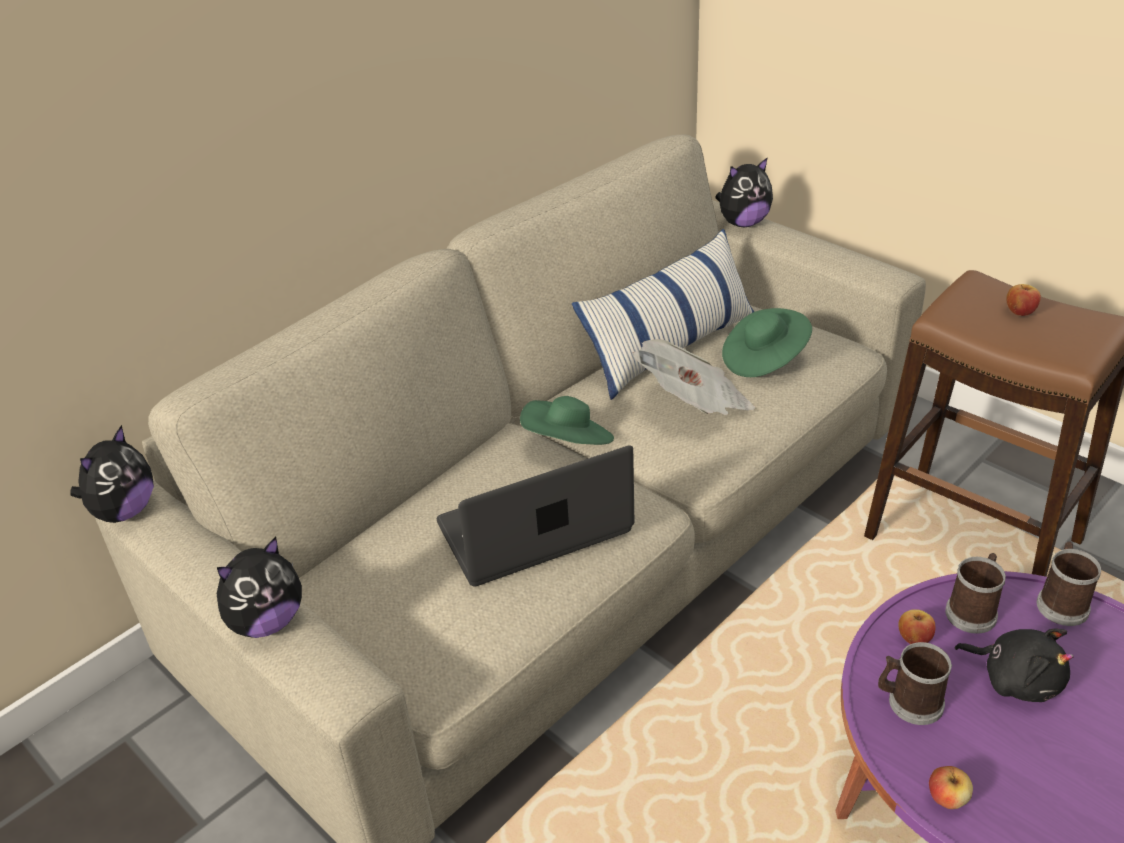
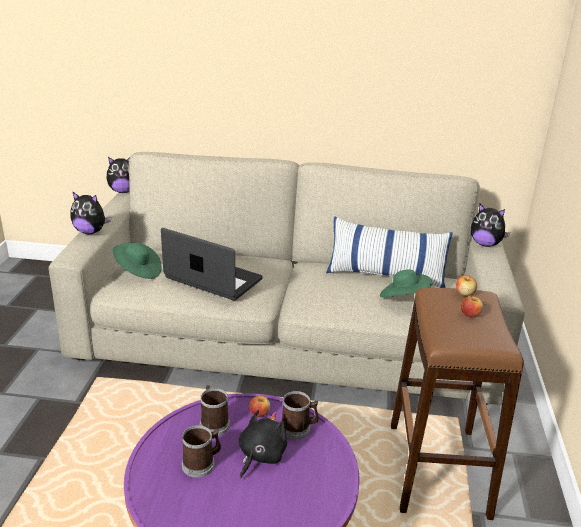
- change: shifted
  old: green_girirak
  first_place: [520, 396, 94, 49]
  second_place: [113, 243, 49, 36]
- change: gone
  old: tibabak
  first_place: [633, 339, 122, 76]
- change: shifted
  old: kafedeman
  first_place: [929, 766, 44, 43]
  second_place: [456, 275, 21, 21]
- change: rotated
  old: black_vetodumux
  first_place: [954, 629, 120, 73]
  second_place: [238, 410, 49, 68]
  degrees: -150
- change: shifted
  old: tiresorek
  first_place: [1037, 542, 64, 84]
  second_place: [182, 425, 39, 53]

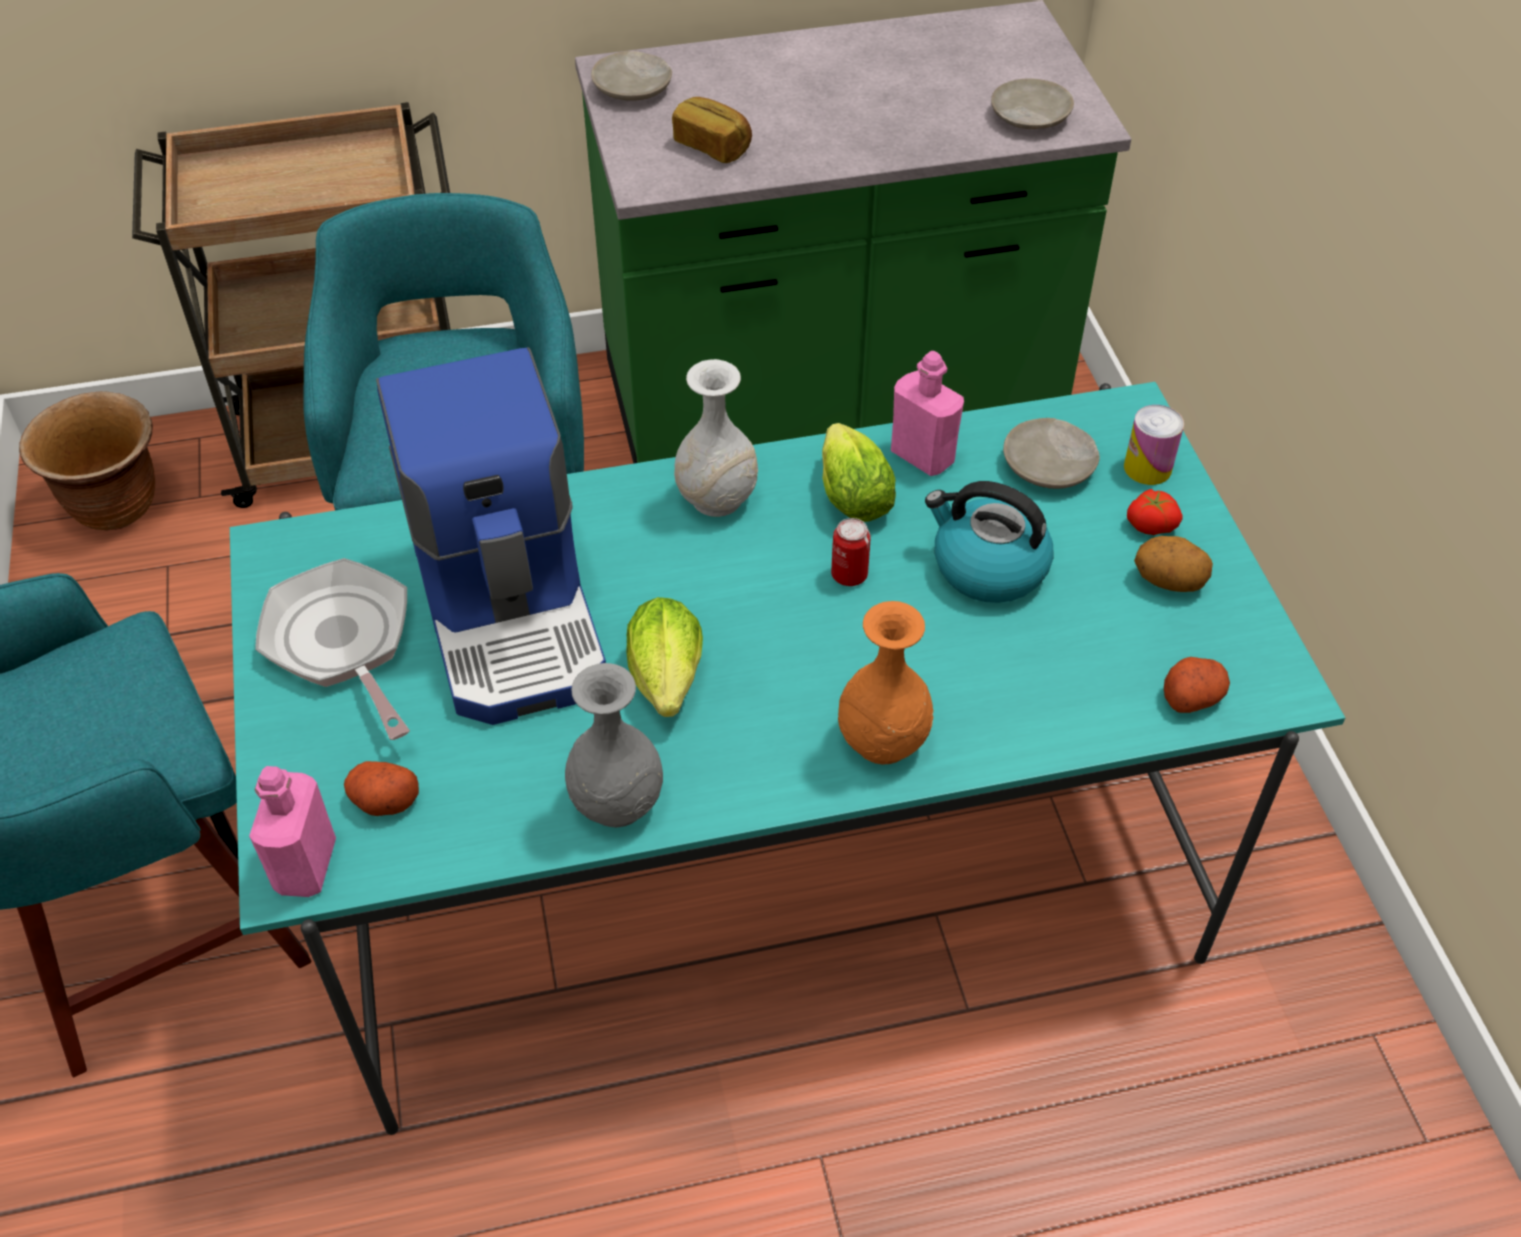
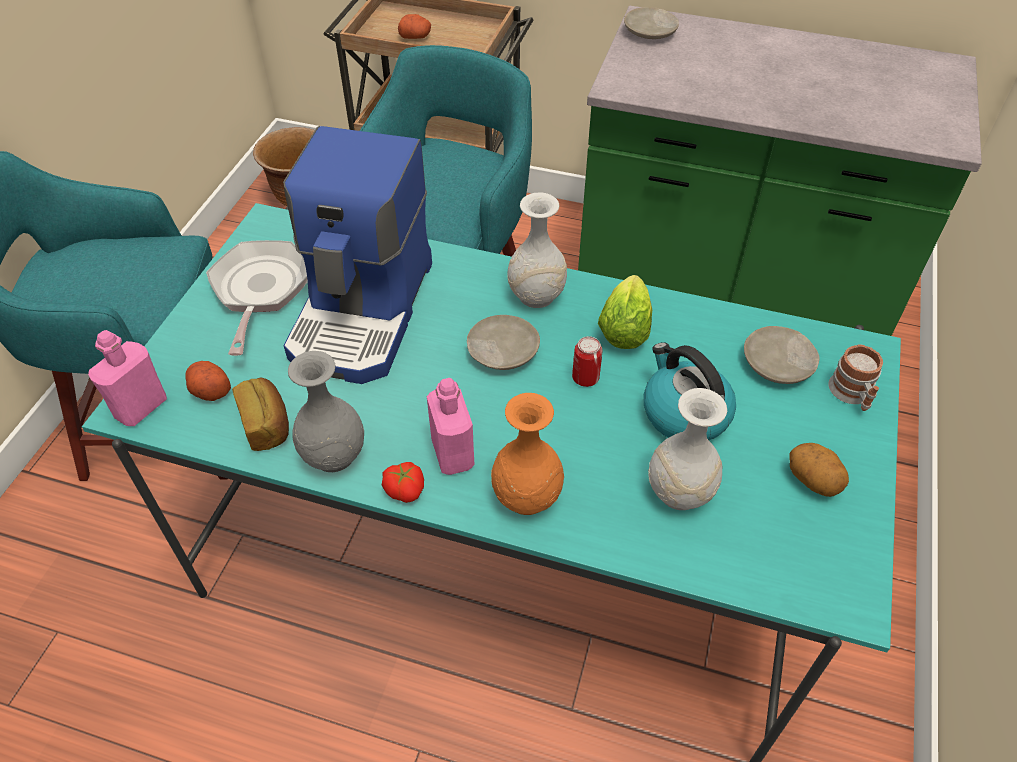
- change: gone
  old: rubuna
  first_place: [626, 597, 77, 120]
- change: shifted
  old: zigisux
  first_place: [672, 97, 80, 66]
  second_place: [232, 378, 57, 73]
- change: shifted
  old: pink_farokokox
  first_place: [891, 351, 73, 125]
  second_place: [427, 378, 48, 97]
- change: shifted
  old: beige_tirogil
  first_place: [991, 78, 83, 51]
  second_place: [467, 315, 73, 55]
- change: swapped
  old: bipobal
  new: tiresorek
  first_place: [1124, 405, 60, 80]
  second_place: [829, 345, 54, 66]
- change: shifted
  old: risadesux
  first_place: [1127, 489, 56, 46]
  second_place: [382, 462, 42, 41]
- change: shifted
  old: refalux
  first_place: [1164, 657, 66, 56]
  second_place: [398, 14, 33, 25]
- change: new
  new: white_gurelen
  second_place: [648, 388, 79, 122]

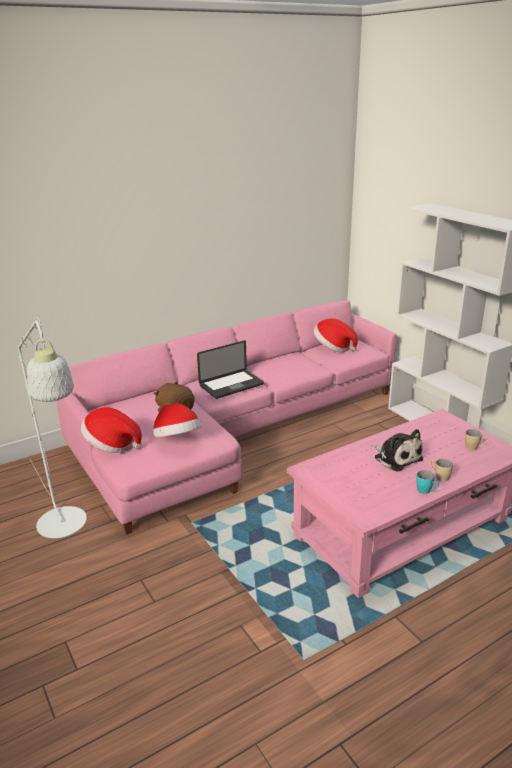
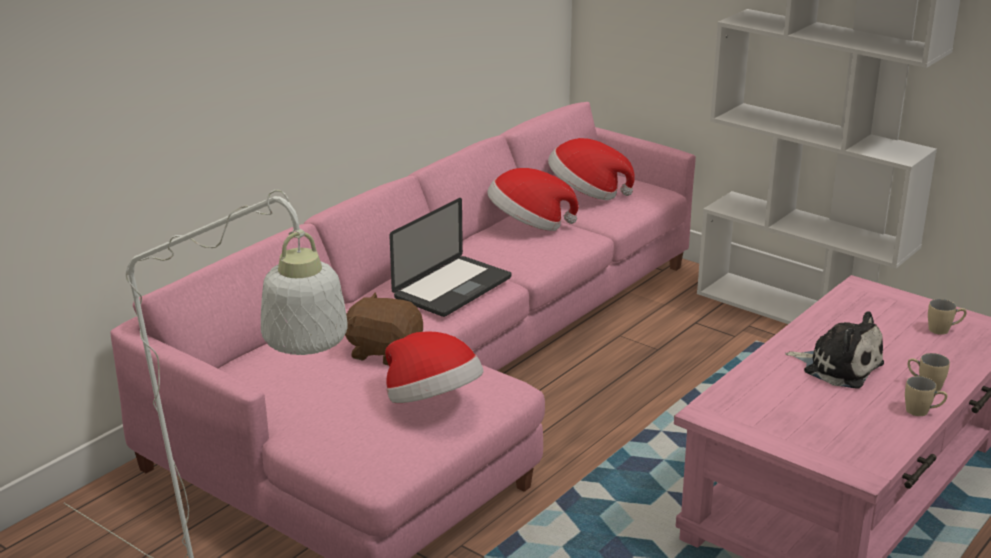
- change: shifted
  old: girirak
  first_place: [81, 407, 61, 46]
  second_place: [487, 168, 92, 63]
- change: repainted
  old: turquoise_tiresorek
  new: beige_tiresorek
  first_place: [416, 470, 23, 24]
  second_place: [905, 376, 43, 40]

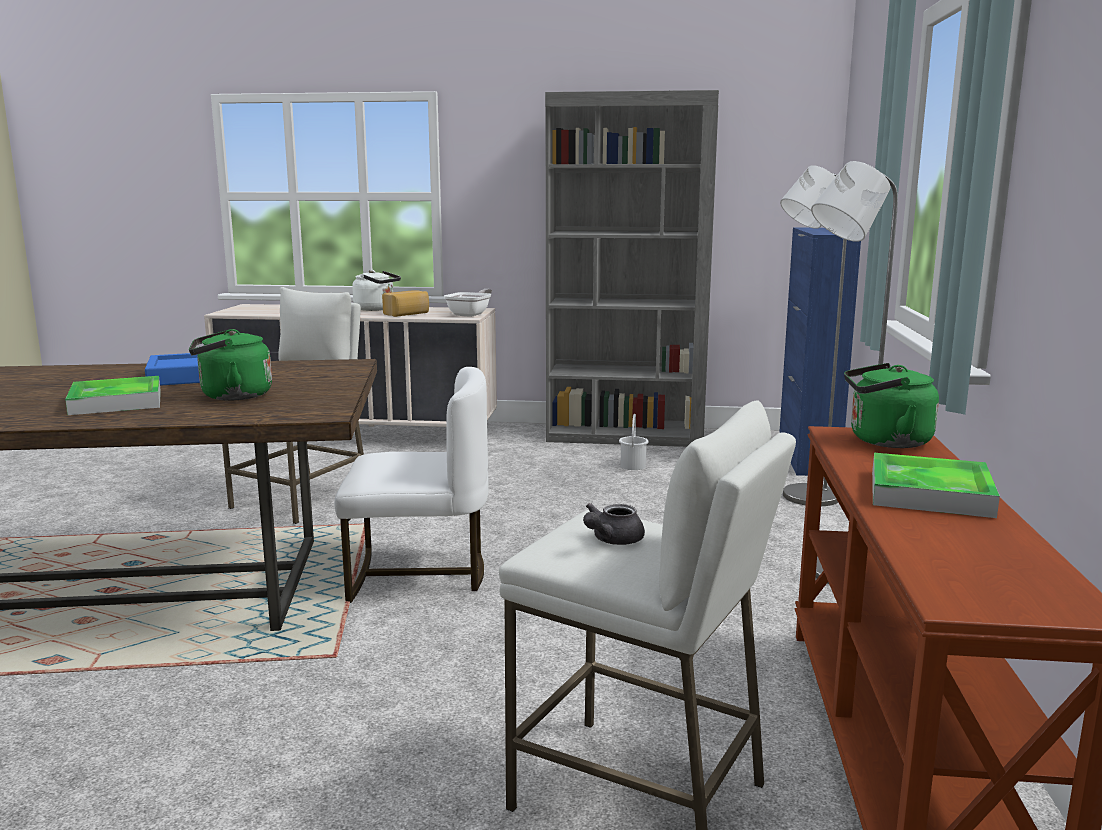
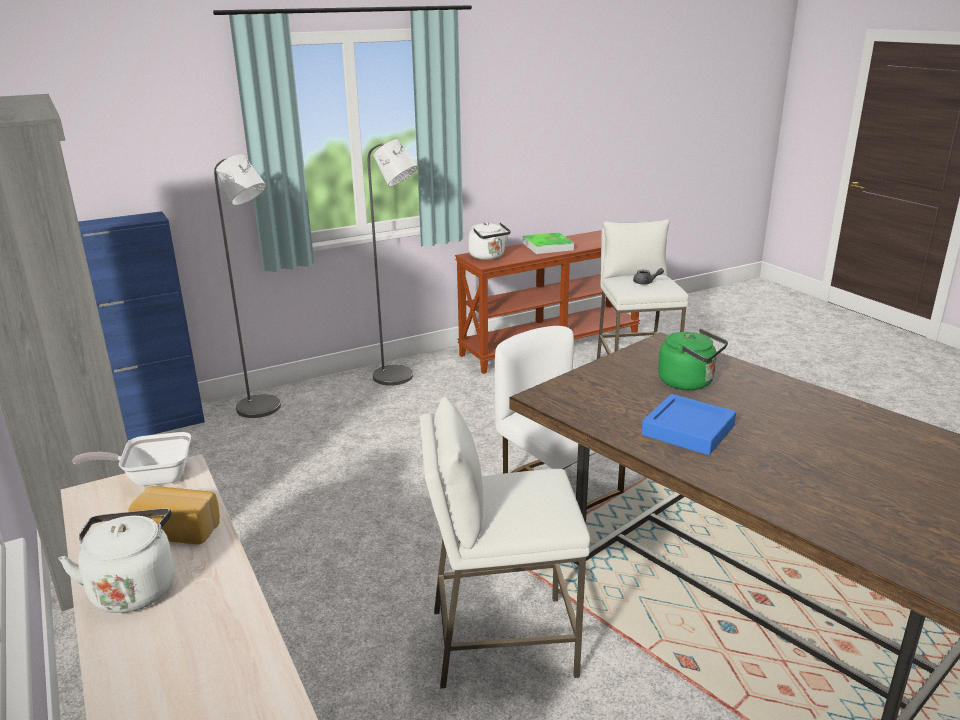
- change: gone
  old: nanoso
  first_place: [65, 376, 96, 39]
- change: gone
  old: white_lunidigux
  first_place: [619, 414, 30, 56]
- change: repainted
  old: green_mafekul
  new: white_mafekul
  first_place: [844, 363, 95, 85]
  second_place: [469, 222, 42, 38]

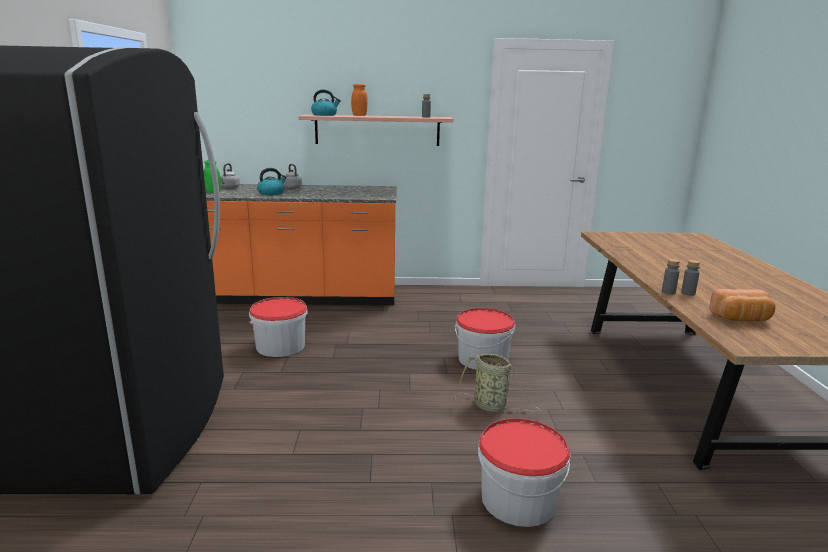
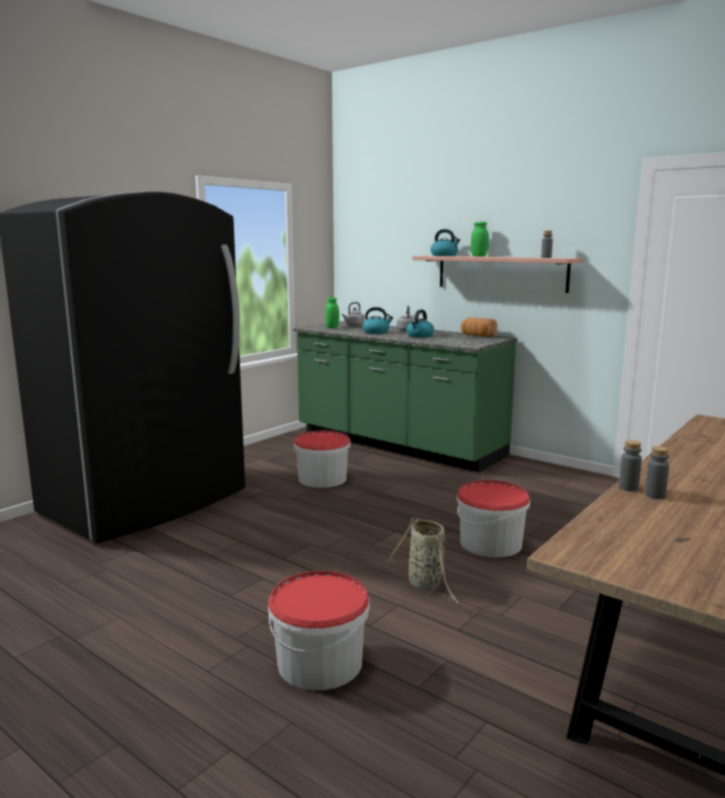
- change: repainted
  old: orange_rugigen
  new: green_rugigen
  first_place: [205, 184, 192, 121]
  second_place: [293, 321, 224, 151]
- change: repainted
  old: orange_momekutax
  new: green_momekutax
  first_place: [351, 84, 17, 32]
  second_place: [471, 222, 18, 34]
- change: shifted
  old: zigisux
  first_place: [709, 289, 67, 33]
  second_place: [461, 317, 36, 20]
- change: new
  new: mafekul
  second_place: [406, 309, 28, 29]

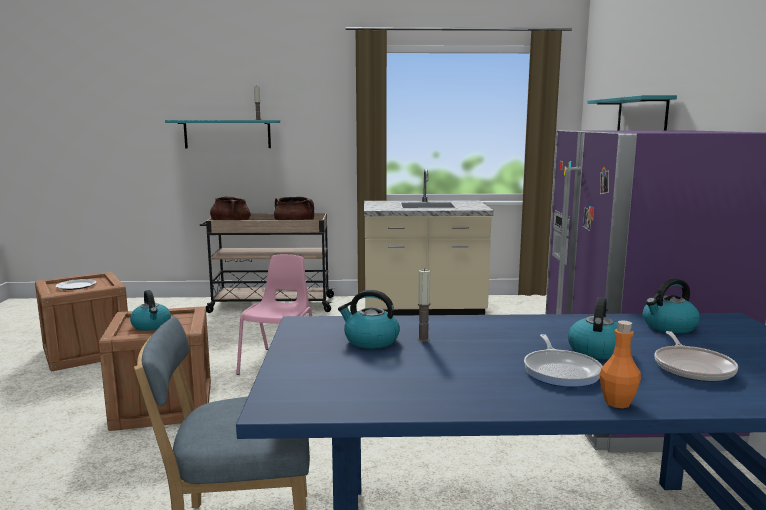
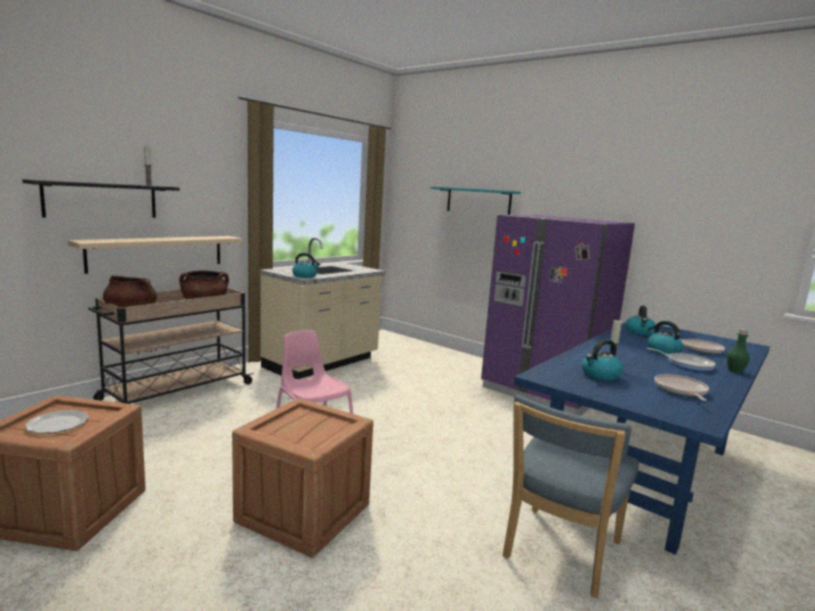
- change: shifted
  old: mafekul
  first_place: [130, 290, 41, 41]
  second_place: [292, 253, 28, 25]
- change: repainted
  old: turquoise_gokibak
  new: black_gokibak
  first_place: [165, 120, 115, 28]
  second_place: [22, 179, 158, 39]
- change: repainted
  old: orange_farokokox
  new: green_farokokox
  first_place: [600, 320, 41, 88]
  second_place: [727, 329, 23, 44]
- change: new
  new: beige_gokibak
  second_place: [68, 236, 175, 38]
- change: new
  new: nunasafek
  second_place: [654, 374, 55, 27]

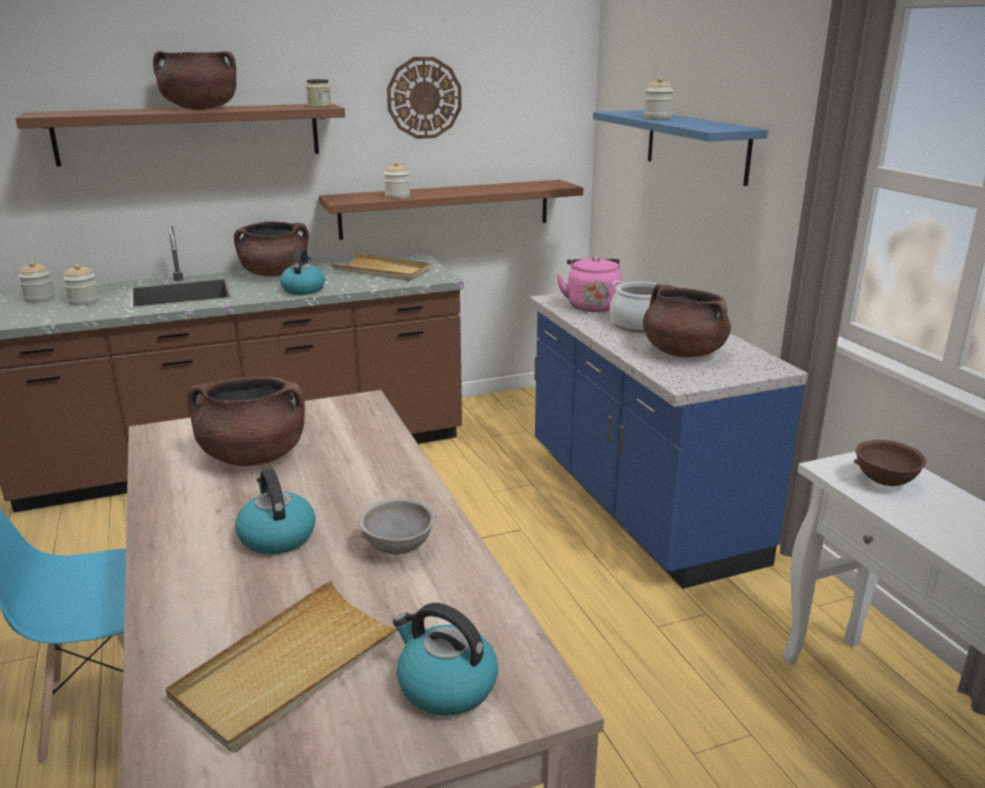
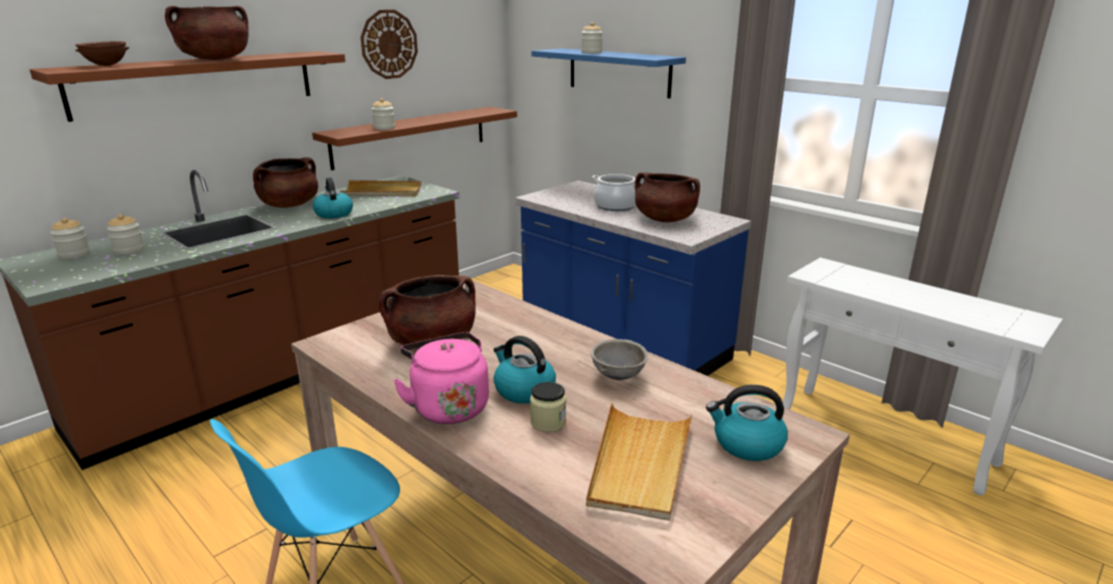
- change: shifted
  old: momekutax
  first_place: [306, 79, 25, 28]
  second_place: [530, 382, 36, 50]
- change: shifted
  old: pink_mafekul
  first_place: [557, 256, 65, 56]
  second_place: [393, 332, 96, 92]
- change: shifted
  old: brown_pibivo
  first_place: [854, 440, 72, 46]
  second_place: [75, 41, 54, 25]

